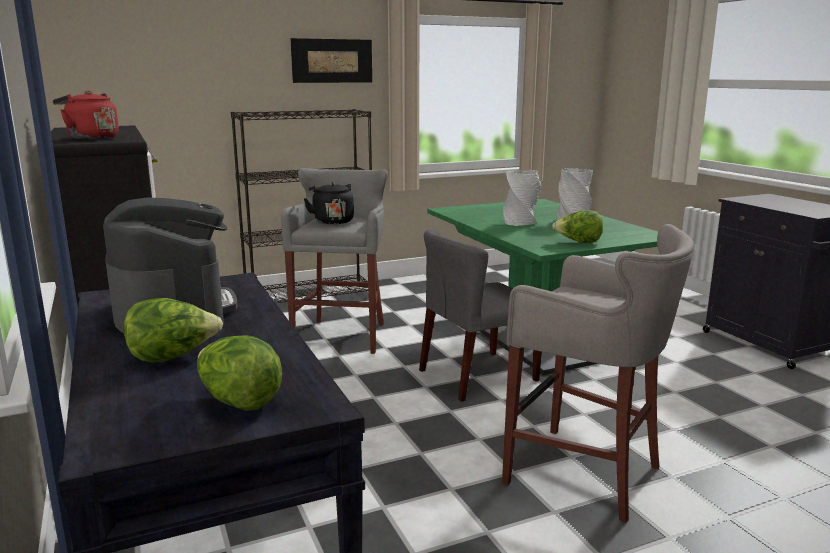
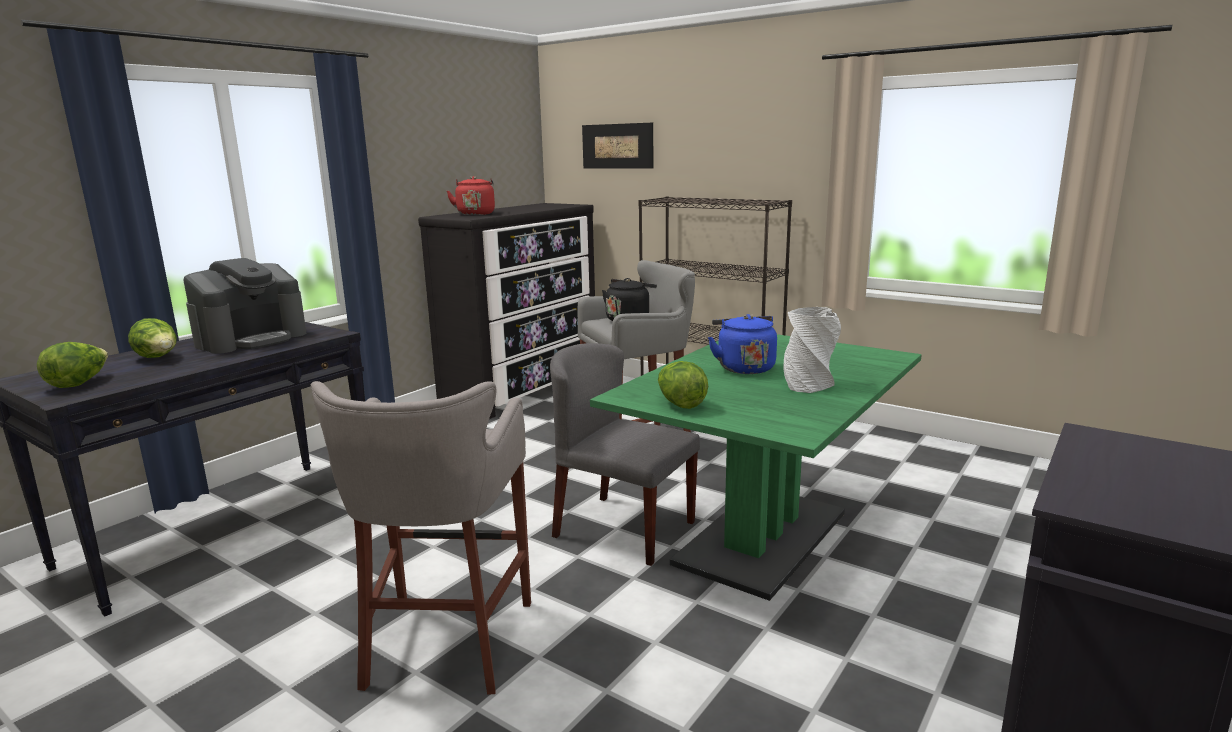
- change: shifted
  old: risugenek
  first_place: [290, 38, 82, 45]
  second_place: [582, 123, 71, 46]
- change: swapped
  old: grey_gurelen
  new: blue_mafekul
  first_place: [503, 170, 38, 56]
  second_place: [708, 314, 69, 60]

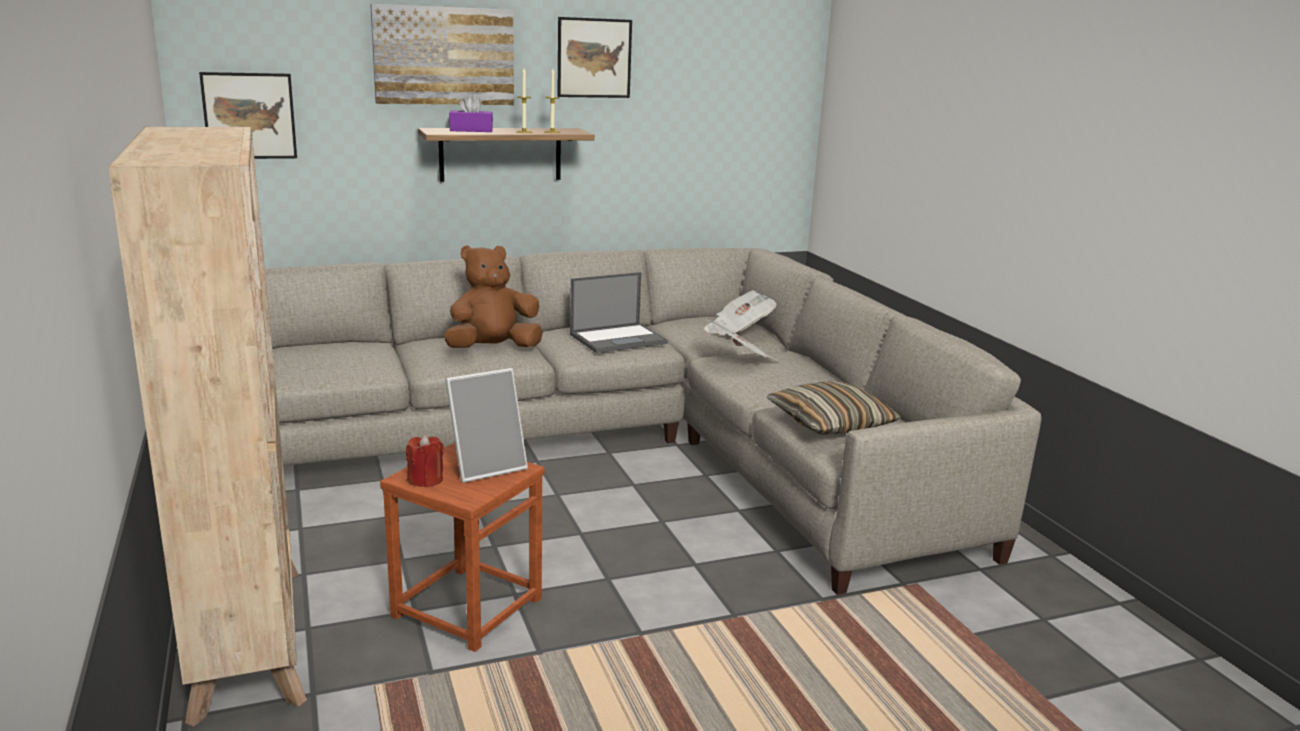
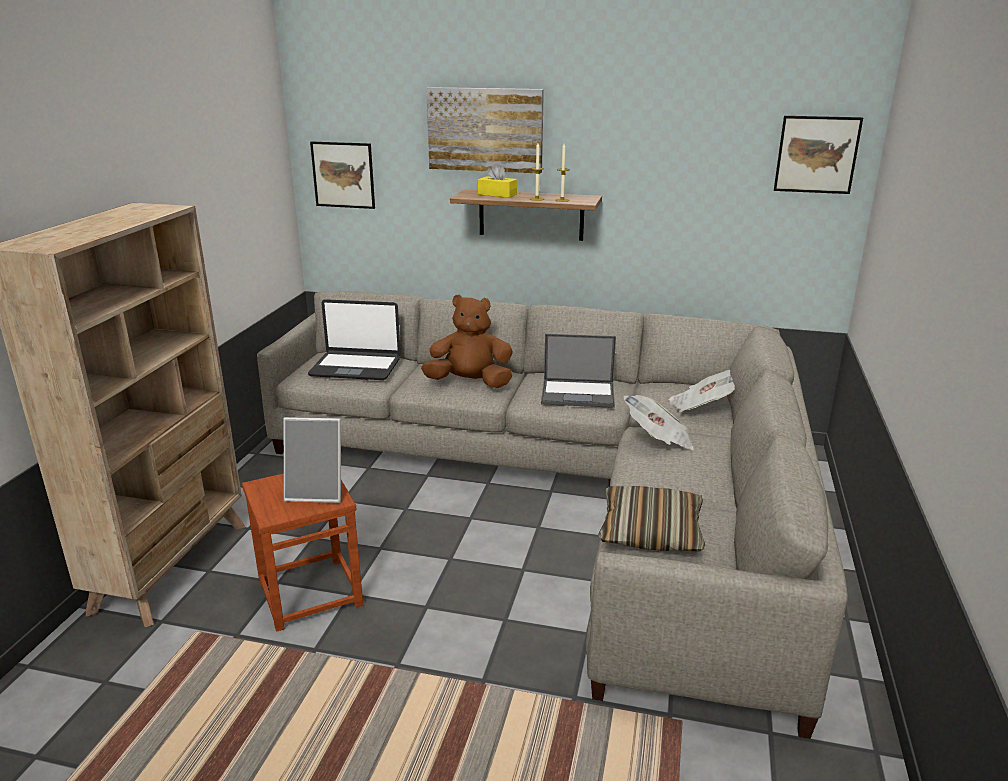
- change: gone
  old: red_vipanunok
  first_place: [406, 434, 38, 53]
- change: repainted
  old: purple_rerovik
  new: yellow_rerovik
  first_place: [449, 94, 44, 38]
  second_place: [478, 164, 39, 34]
- change: shifted
  old: risugenek
  first_place: [557, 17, 75, 81]
  second_place: [774, 116, 89, 78]
- change: new
  new: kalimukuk
  second_place: [308, 299, 93, 81]

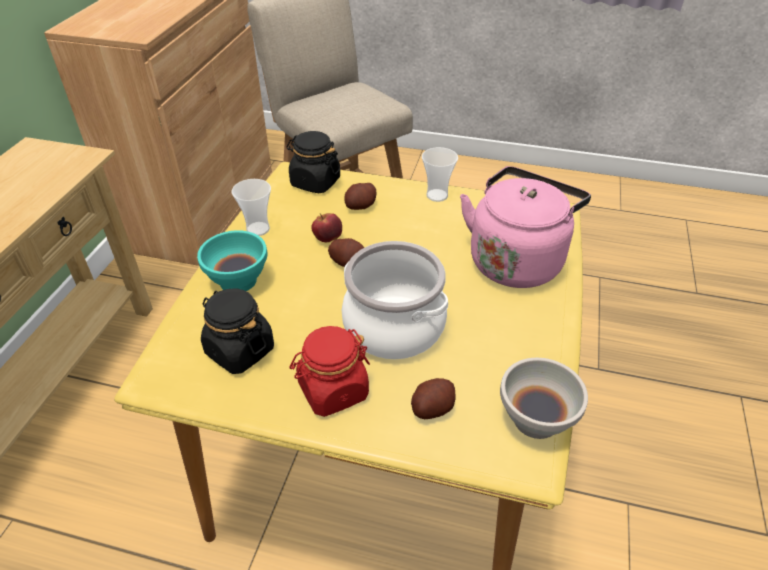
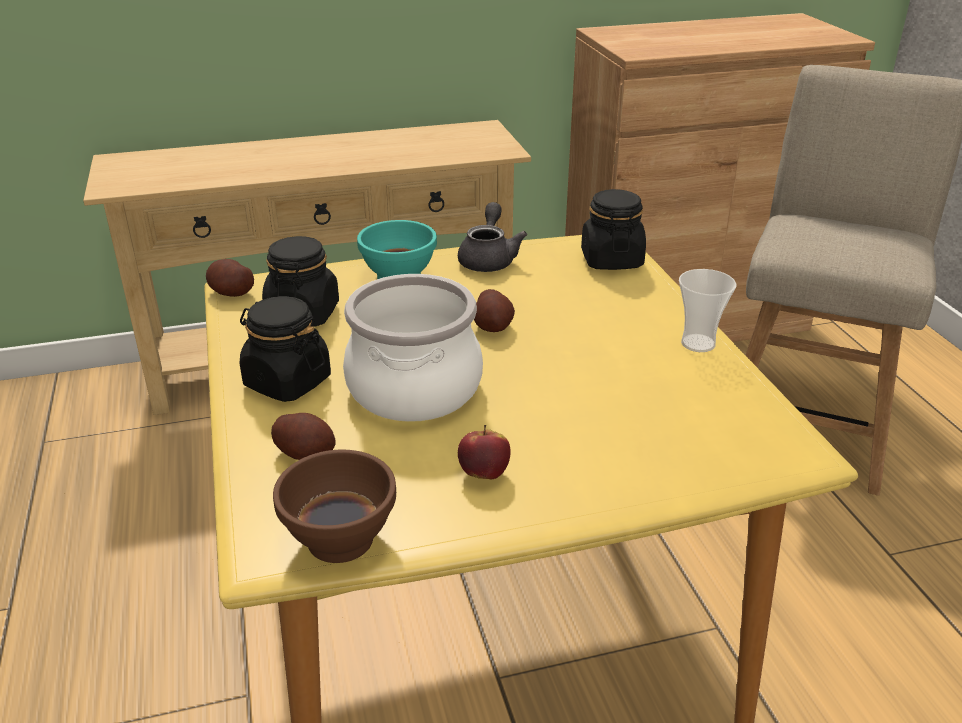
- change: swapped
  old: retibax
  new: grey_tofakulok
  first_place: [232, 179, 39, 57]
  second_place: [458, 202, 69, 70]
- change: repainted
  old: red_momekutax
  new: black_momekutax
  first_place: [289, 326, 81, 91]
  second_place: [240, 296, 91, 106]
- change: shifted
  old: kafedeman
  first_place: [311, 213, 31, 29]
  second_place: [458, 425, 53, 54]
- change: shifted
  old: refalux
  first_place: [344, 183, 33, 27]
  second_place: [206, 259, 48, 38]
- change: gone
  old: pink_mafekul
  first_place: [460, 166, 131, 122]
- change: repainted
  old: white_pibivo
  new: brown_pibivo
  first_place: [500, 358, 88, 81]
  second_place: [273, 450, 123, 113]

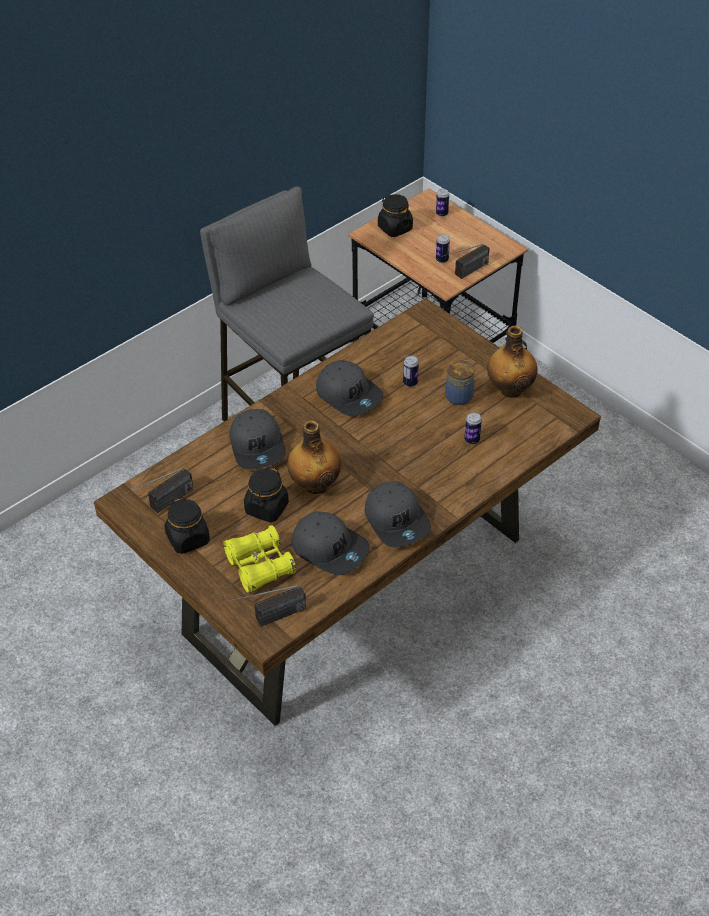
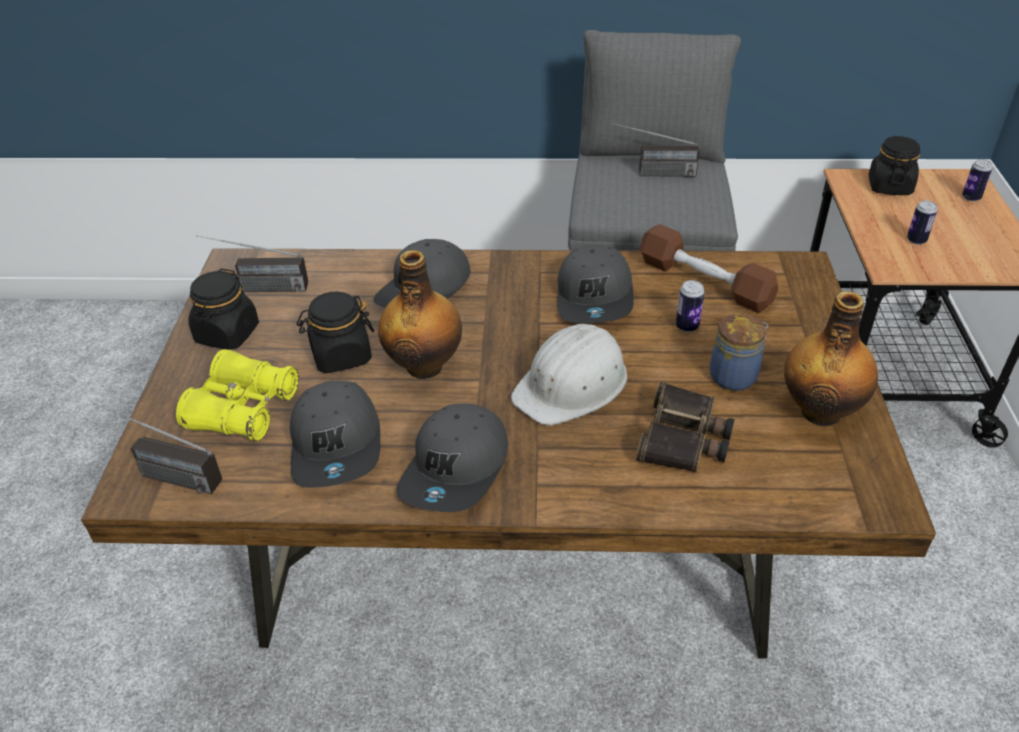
- change: shifted
  old: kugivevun
  first_place: [442, 244, 47, 35]
  second_place: [612, 123, 88, 54]
- change: swapped
  old: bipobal
  new: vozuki
  first_place: [464, 412, 18, 32]
  second_place: [636, 382, 99, 90]
- change: new
  new: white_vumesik
  second_place: [511, 324, 116, 102]
- change: new
  new: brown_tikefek
  second_place: [640, 224, 138, 89]

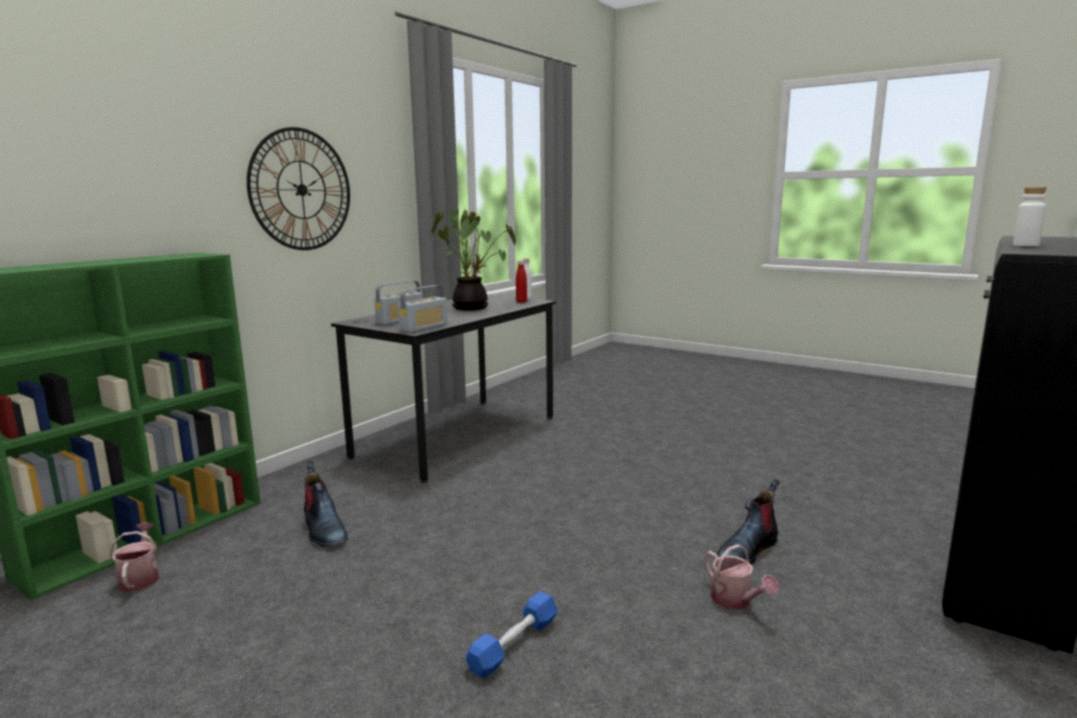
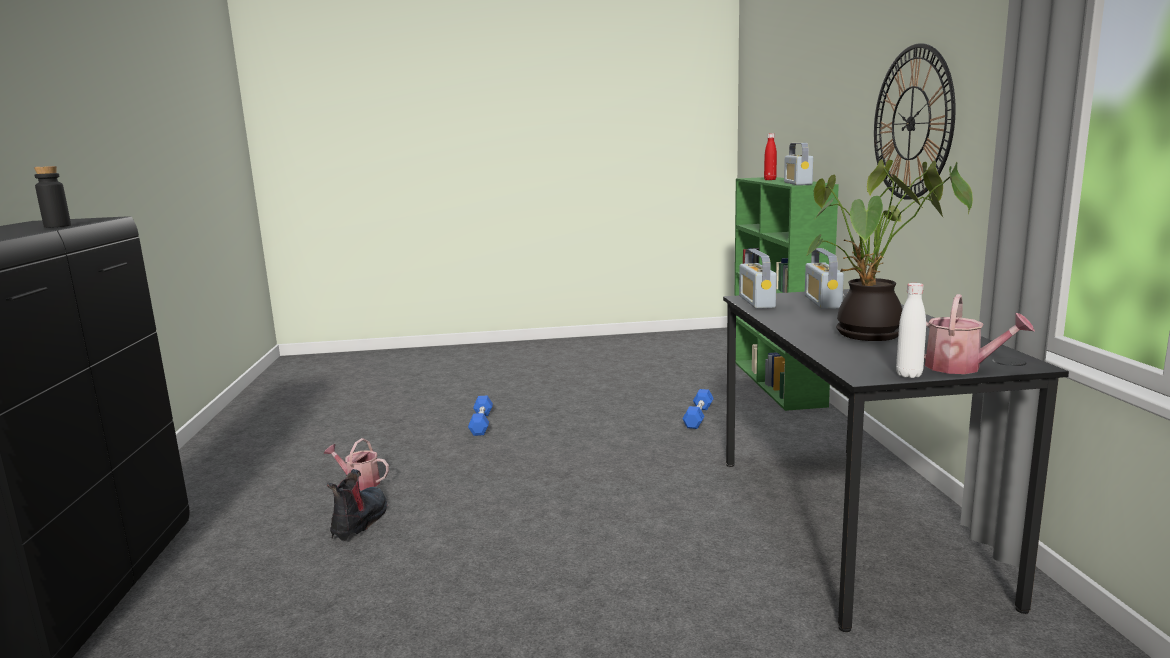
- change: shifted
  old: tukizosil
  first_place: [110, 523, 49, 69]
  second_place: [924, 294, 111, 80]
- change: swapped
  old: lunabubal
  new: blue_tikefek
  first_place: [304, 461, 44, 87]
  second_place: [682, 389, 32, 40]
- change: shifted
  old: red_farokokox
  first_place: [516, 260, 11, 43]
  second_place: [764, 133, 13, 47]
- change: repainted
  old: white_farokokox
  new: black_farokokox
  first_place: [1013, 187, 34, 59]
  second_place: [34, 166, 37, 62]
- change: new
  new: kugivevun
  second_place: [784, 143, 29, 42]

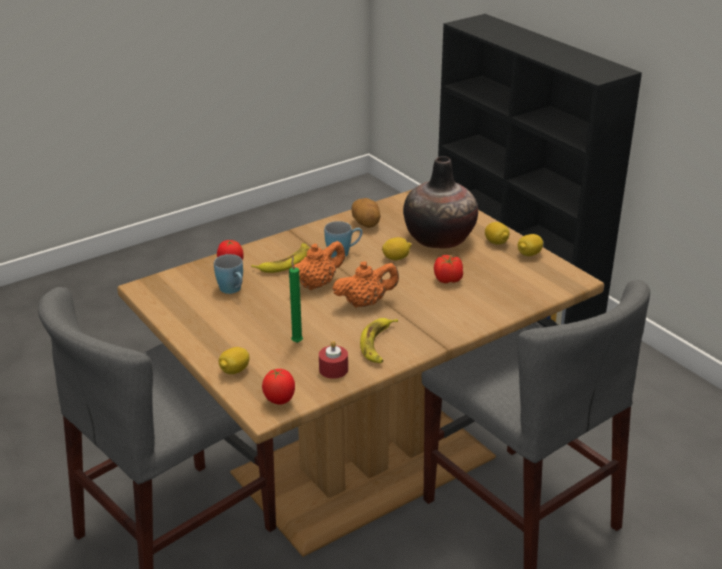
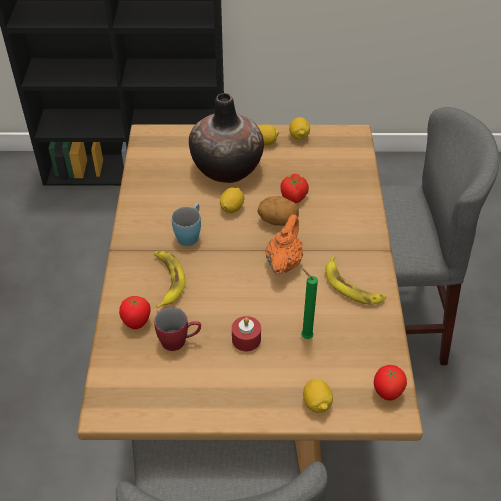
- change: repainted
  old: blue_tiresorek
  new: red_tiresorek
  first_place: [214, 254, 29, 40]
  second_place: [154, 307, 47, 44]
- change: gone
  old: orange_tofakulok
  first_place: [291, 241, 54, 49]
- change: shifted
  old: red_vipanunok
  first_place: [319, 341, 29, 38]
  second_place: [232, 316, 29, 35]
- change: shifted
  old: refalux
  first_place: [352, 198, 28, 30]
  second_place: [257, 196, 42, 30]

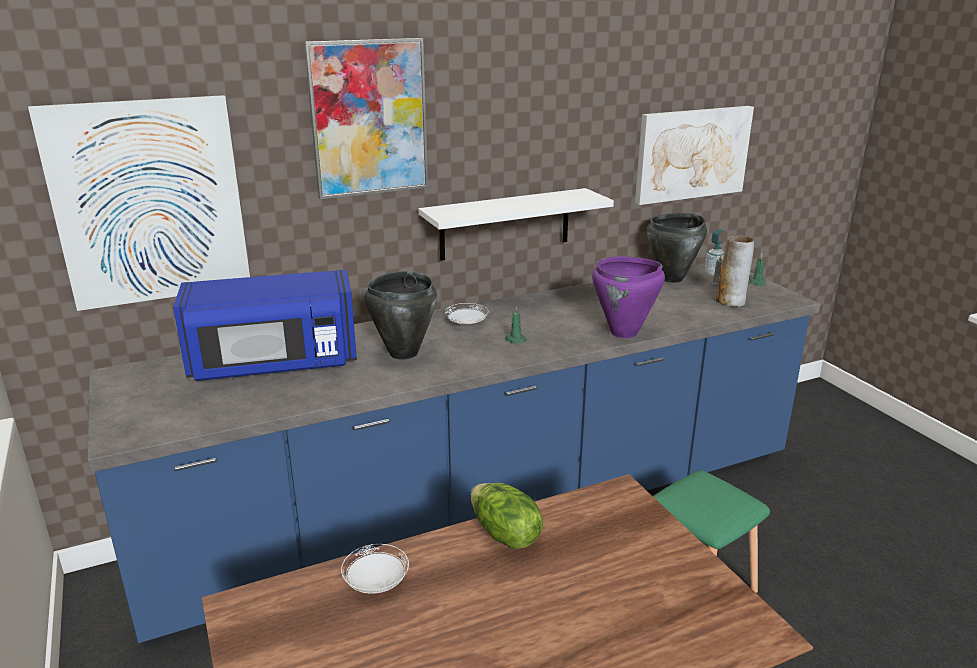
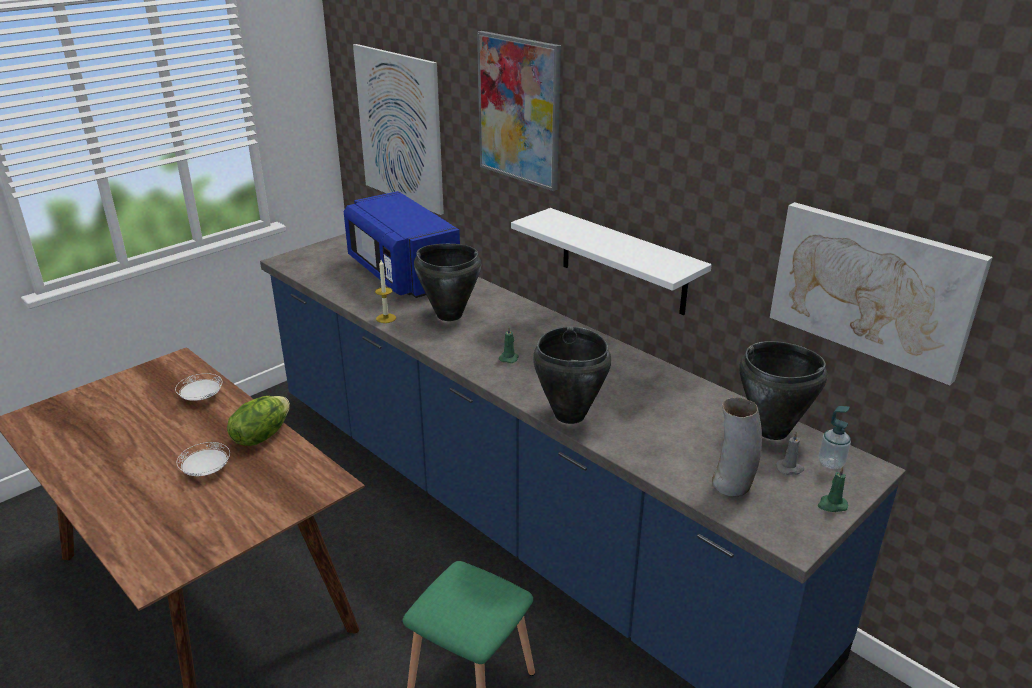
- change: shifted
  old: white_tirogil
  first_place: [445, 303, 44, 22]
  second_place: [177, 442, 53, 34]
- change: repainted
  old: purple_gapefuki
  new: black_gapefuki
  first_place: [592, 256, 73, 82]
  second_place: [533, 326, 78, 98]
- change: new
  new: vipanunok
  second_place: [375, 260, 21, 63]

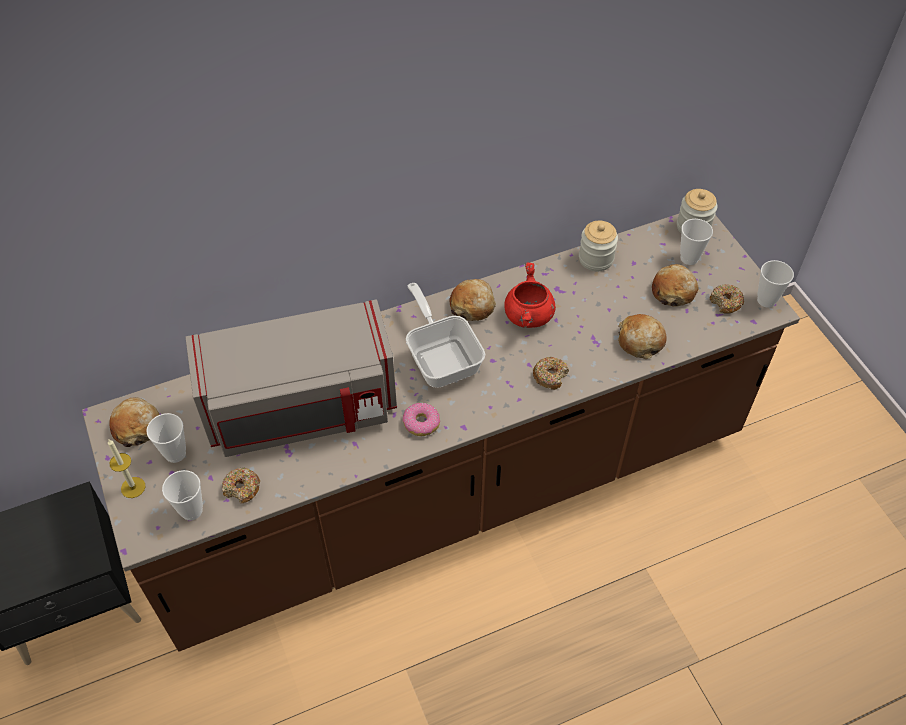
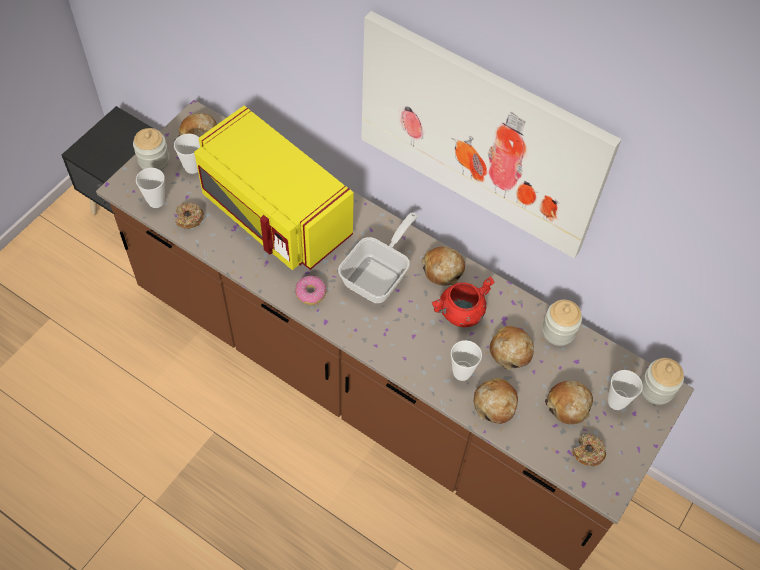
- change: swapped
  old: vipanunok
  new: momekutax
  first_place: [108, 440, 38, 58]
  second_place: [133, 128, 36, 42]
- change: repainted
  old: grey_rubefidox
  new: yellow_rubefidox
  first_place: [185, 299, 212, 158]
  second_place: [194, 106, 160, 164]
- change: gone
  old: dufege
  first_place: [533, 357, 36, 33]
- change: shifted
  old: retibax
  first_place: [757, 260, 37, 48]
  second_place: [451, 340, 31, 41]
- change: new
  new: risugenek
  second_place: [361, 11, 260, 248]
- change: new
  new: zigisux
  second_place: [489, 326, 45, 44]

